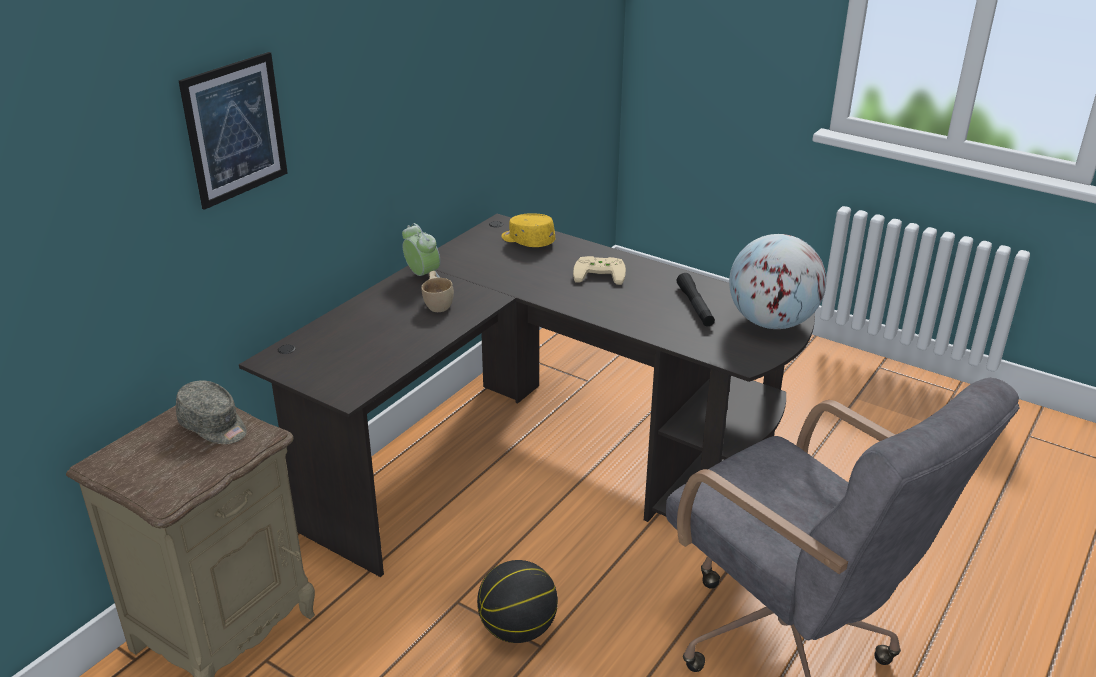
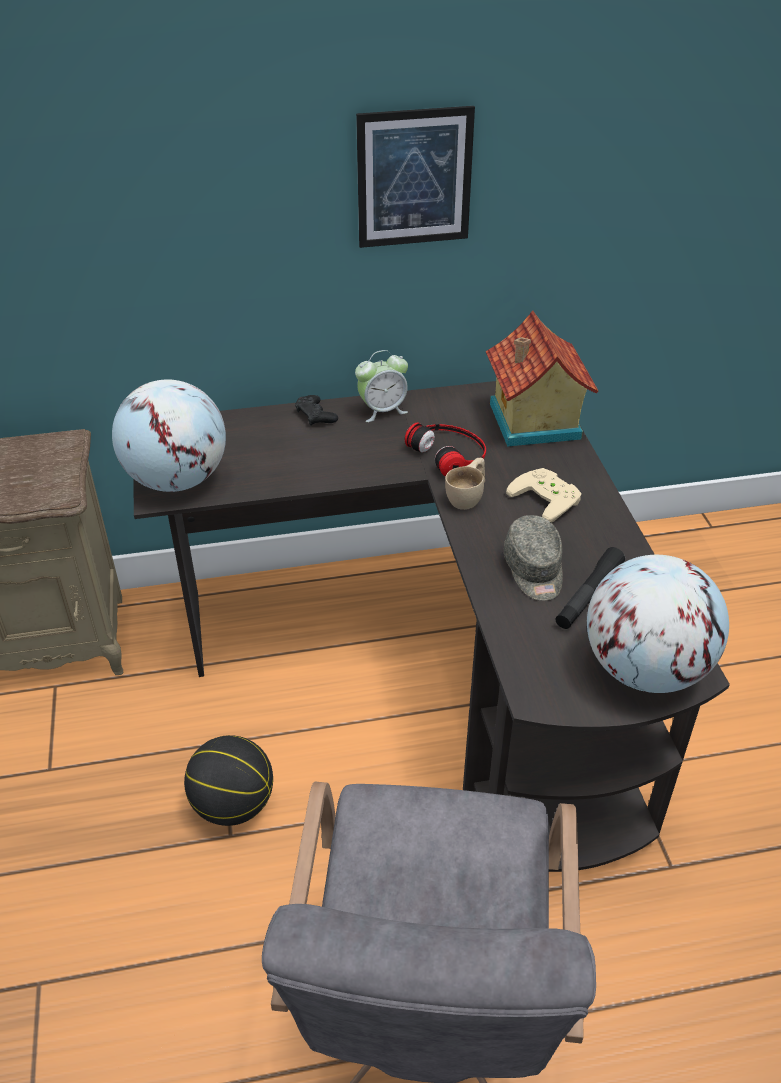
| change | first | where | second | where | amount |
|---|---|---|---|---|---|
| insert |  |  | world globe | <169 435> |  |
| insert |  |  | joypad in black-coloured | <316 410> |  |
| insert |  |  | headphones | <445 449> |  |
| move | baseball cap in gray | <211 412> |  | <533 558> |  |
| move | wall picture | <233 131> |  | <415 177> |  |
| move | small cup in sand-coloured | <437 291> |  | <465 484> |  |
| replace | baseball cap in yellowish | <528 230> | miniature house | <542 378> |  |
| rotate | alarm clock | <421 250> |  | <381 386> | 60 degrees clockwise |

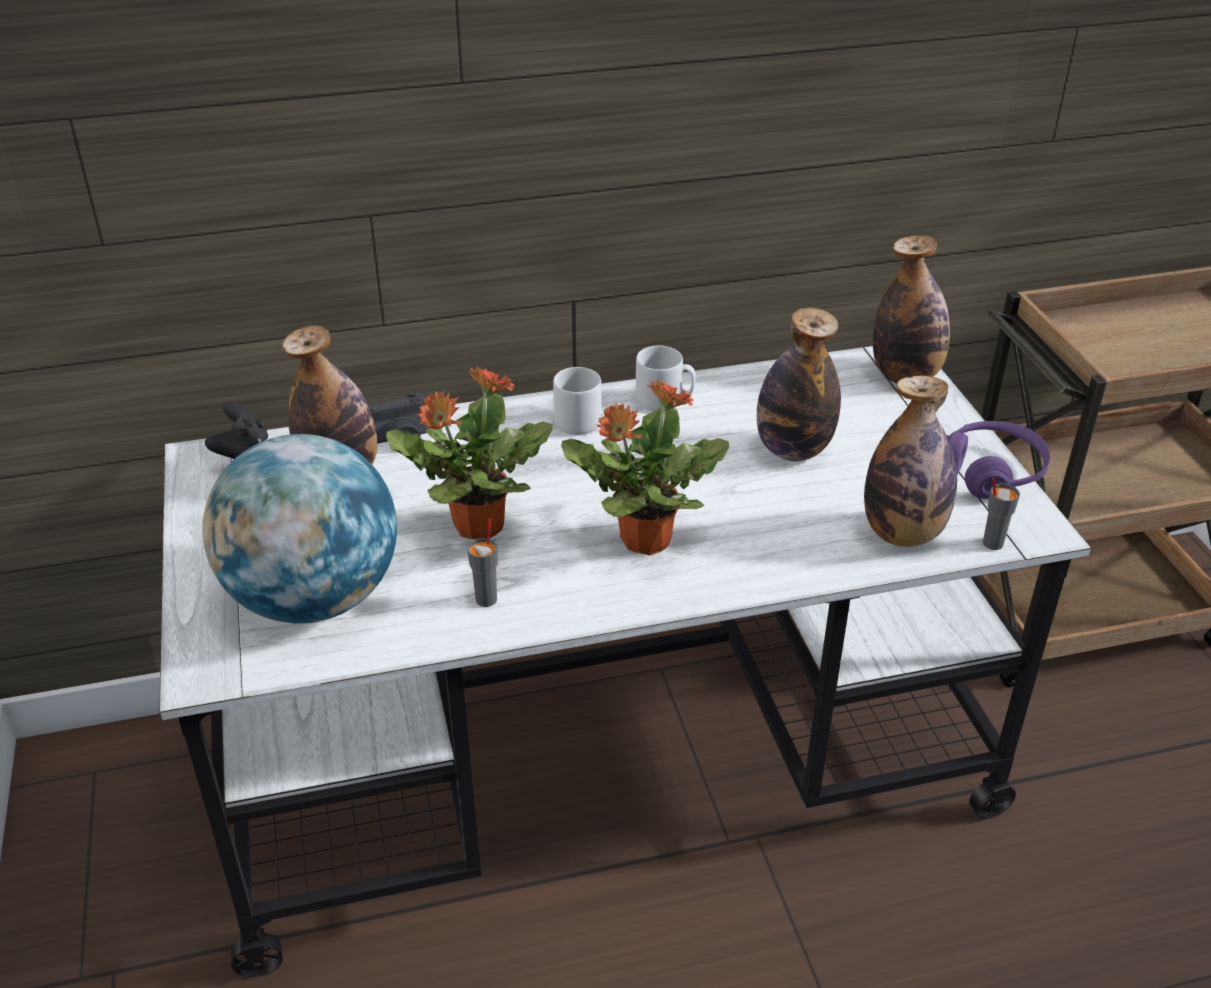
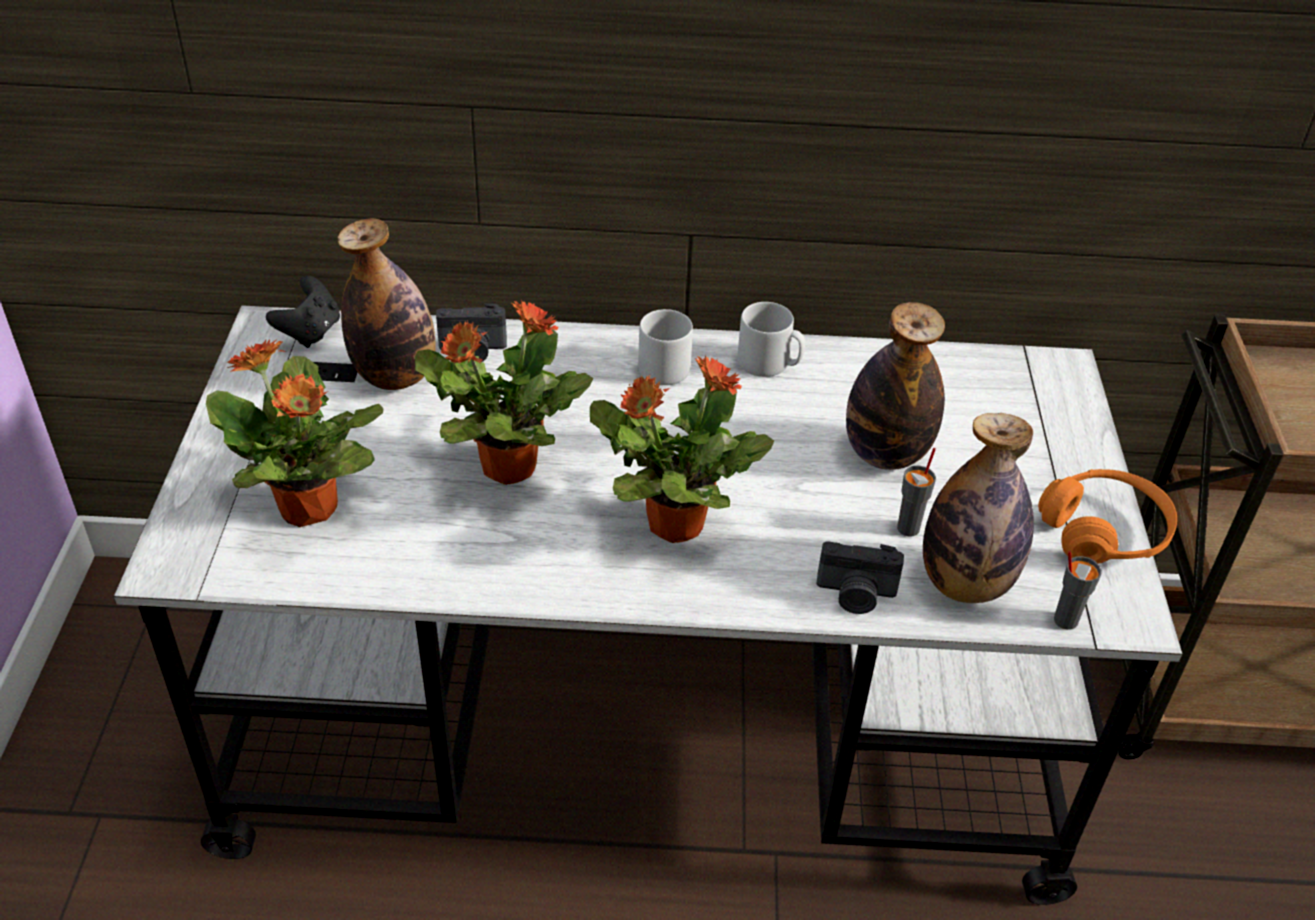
| change | first | where | second | where | amount |
|---|---|---|---|---|---|
| delete | drink bottle | <911 309> |  |  |  |
| insert |  |  | photo camera | <860 577> |  |
| move | small cup in gray | <482 562> |  | <916 492> |  |
| replace | world globe | <300 529> | houseplant | <294 433> |  |
| recolor | headphones in purple-coloured | <998 460> | headphones in orangey | <1107 516> |  |

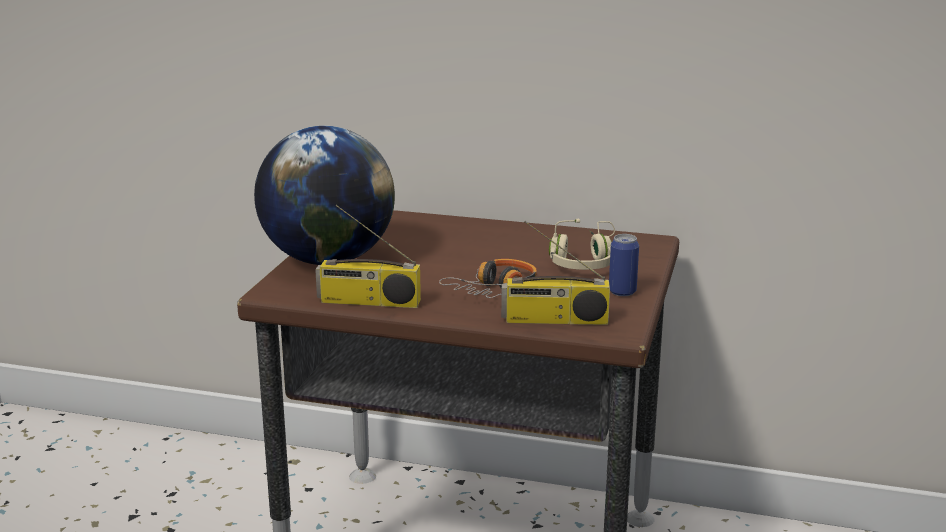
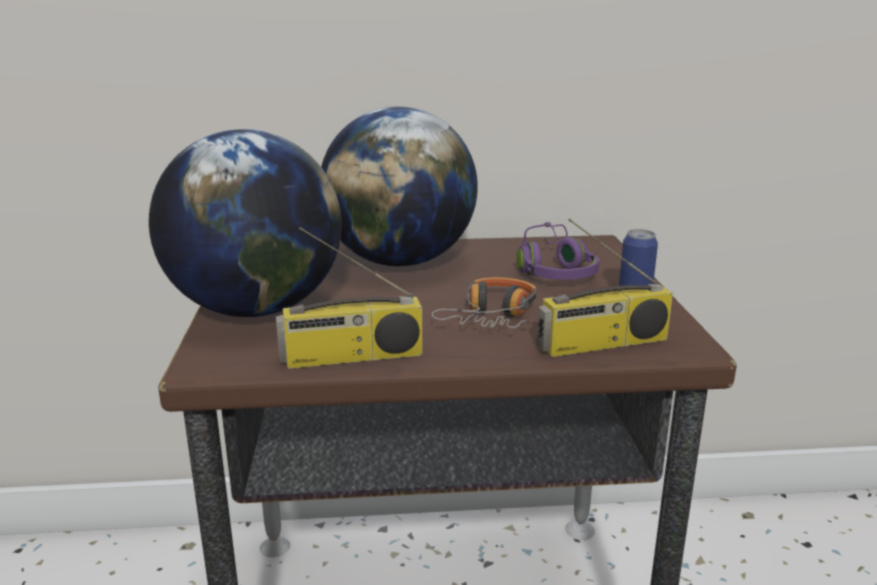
| change | first | where | second | where | amount |
|---|---|---|---|---|---|
| insert |  |  | world globe | <399 186> |  |
| recolor | headphones in sand-coloured | <582 244> | headphones in purple-coloured | <558 251> |  |

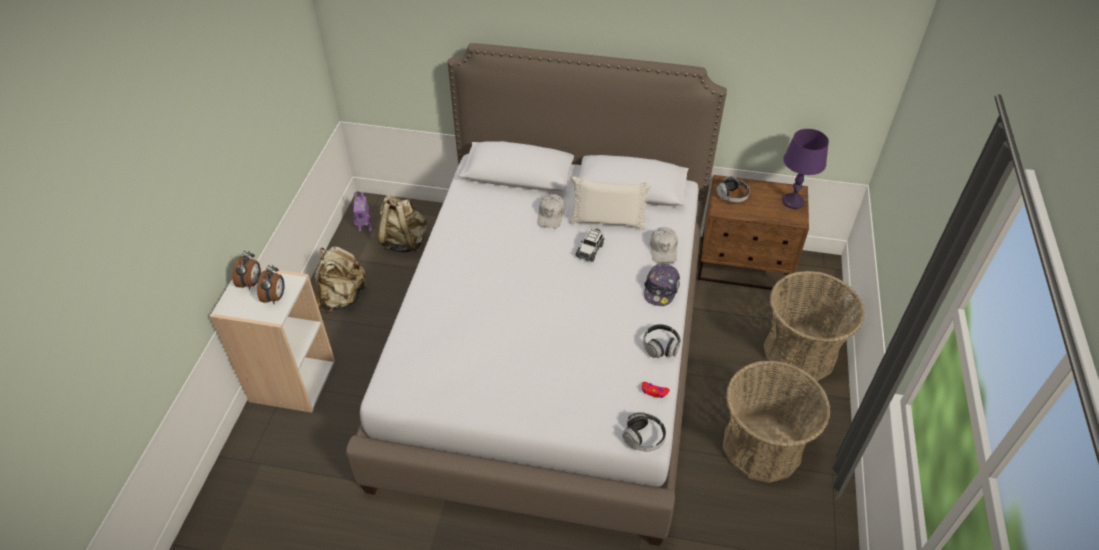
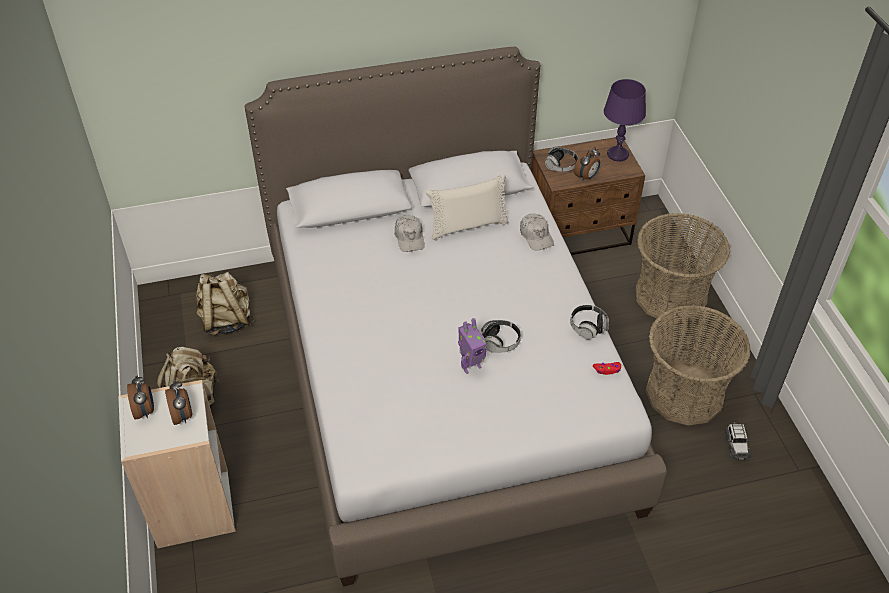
| change | first | where | second | where | amount |
|---|---|---|---|---|---|
| delete | baseball cap | <662 284> |  |  |  |
| insert |  |  | alarm clock | <587 164> |  |
| move | toy robot | <362 211> |  | <472 346> |  |
| move | toy car | <589 245> |  | <738 441> |  |
| move | headphones | <644 431> |  | <501 336> |  |

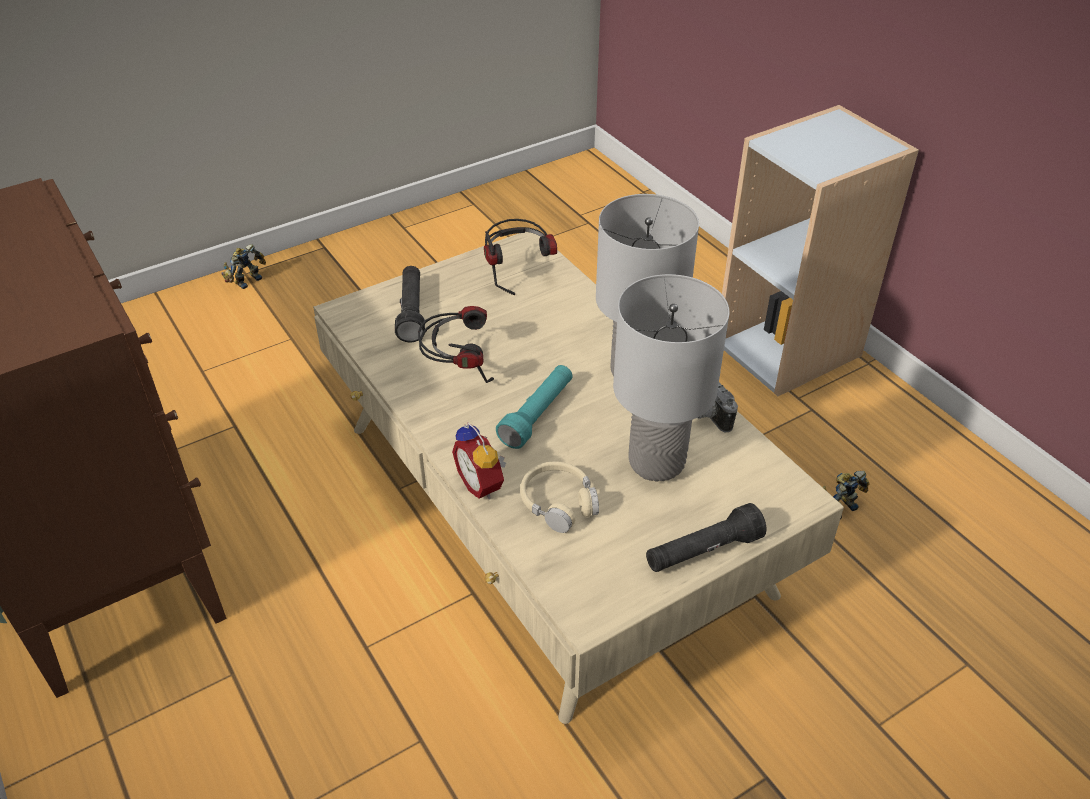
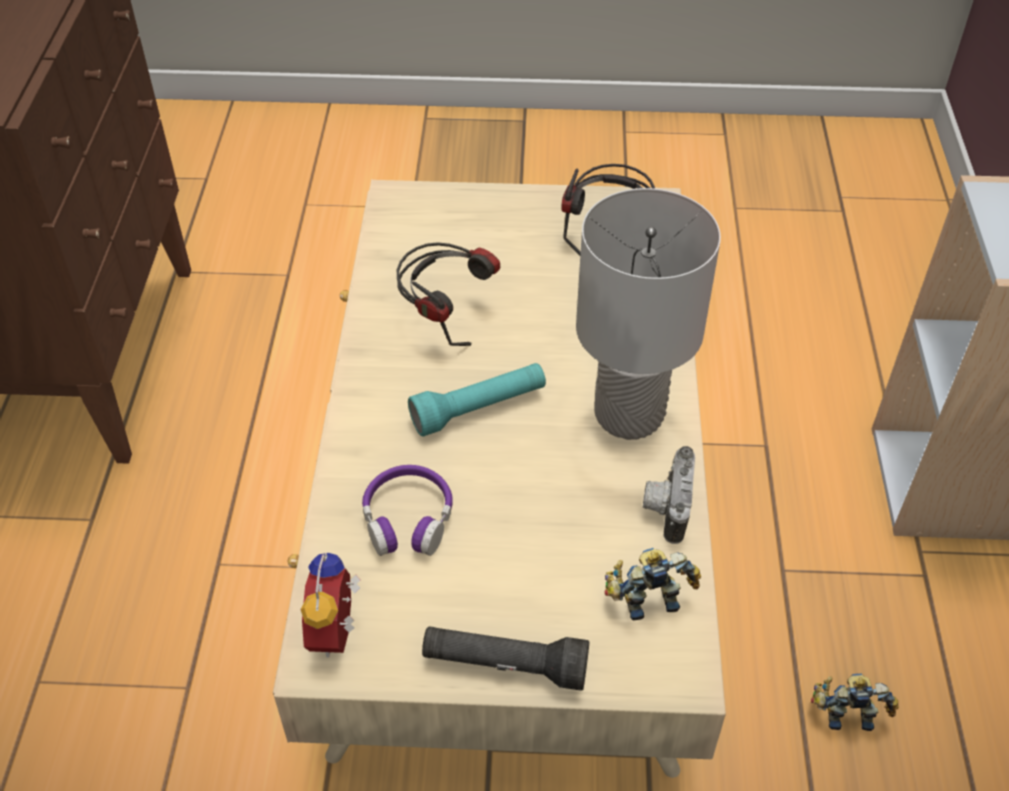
| change | first | where | second | where | amount |
|---|---|---|---|---|---|
| delete | hand torch in black-coloured | <410 304> |  |  |  |
| delete | lamp for a table in gray | <671 377> |  |  |  |
| move | toy robot | <243 266> |  | <653 584> |  |
| move | alarm clock | <479 460> |  | <330 605> |  |
| recolor | headphones in sand-coloured | <559 497> | headphones in purple-coloured | <407 510> |  |

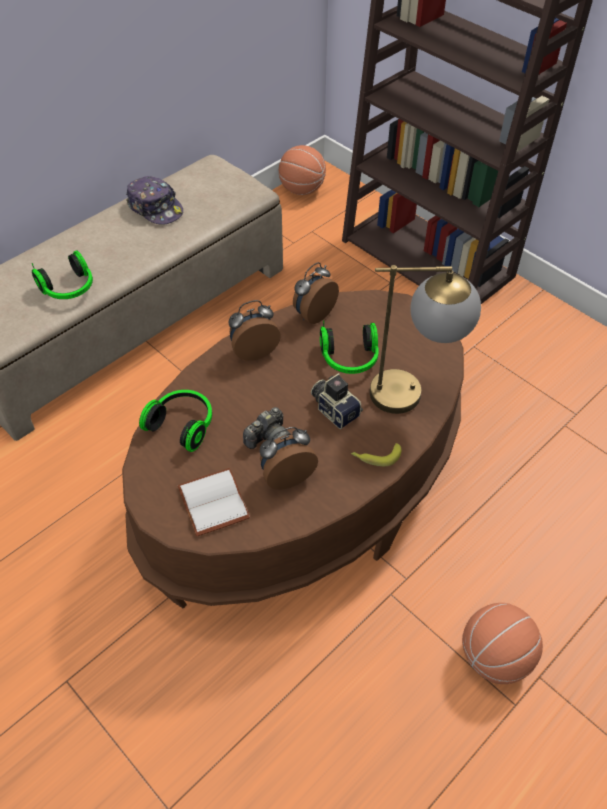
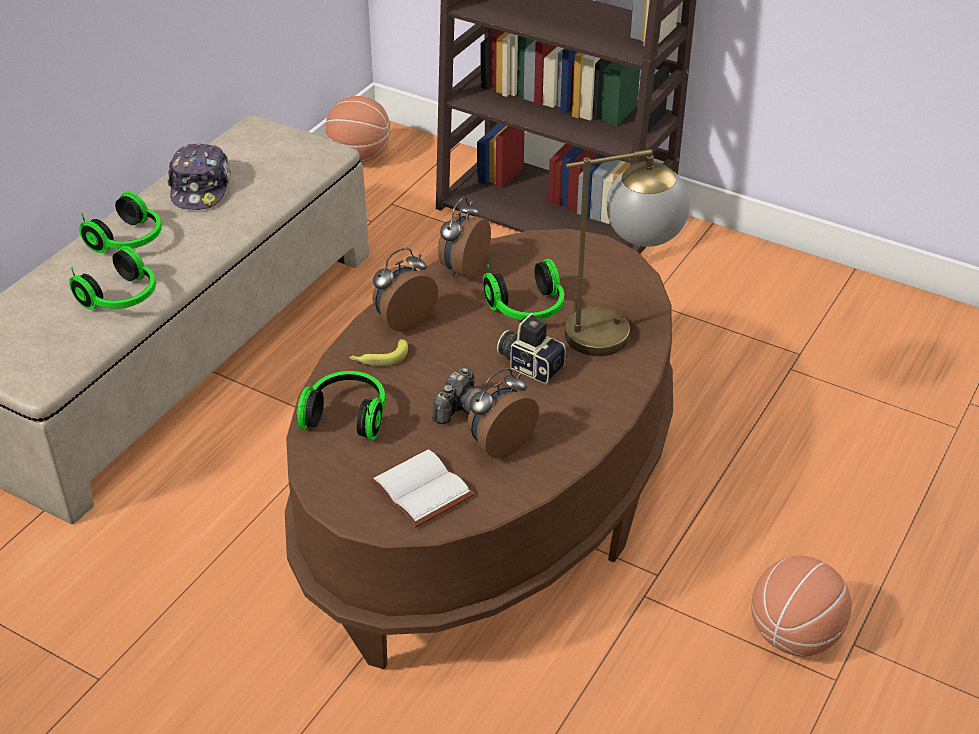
| change | first | where | second | where | amount |
|---|---|---|---|---|---|
| insert |  |  | headphones | <120 222> |  |
| move | whole banana | <376 454> |  | <378 352> |  |
| rotate | baseball cap | <154 200> |  | <199 177> | 60 degrees clockwise |

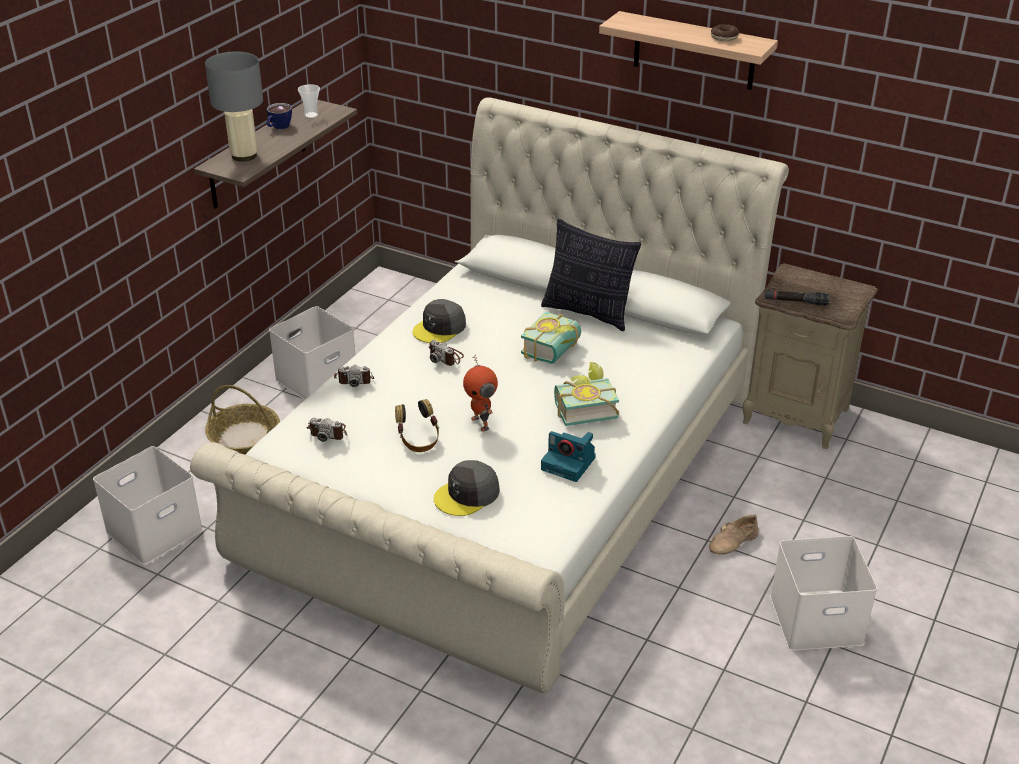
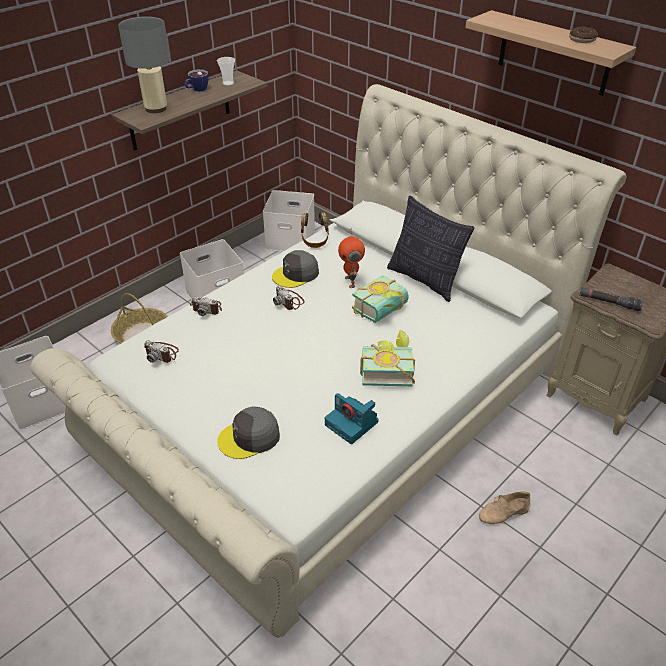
| change | first | where | second | where | amount |
|---|---|---|---|---|---|
| move | headphones | <417 425> |  | <315 230> |  |
| move | toy robot | <480 392> |  | <351 258> |  |
| move | storage box in white | <823 593> |  | <289 220> |  |

